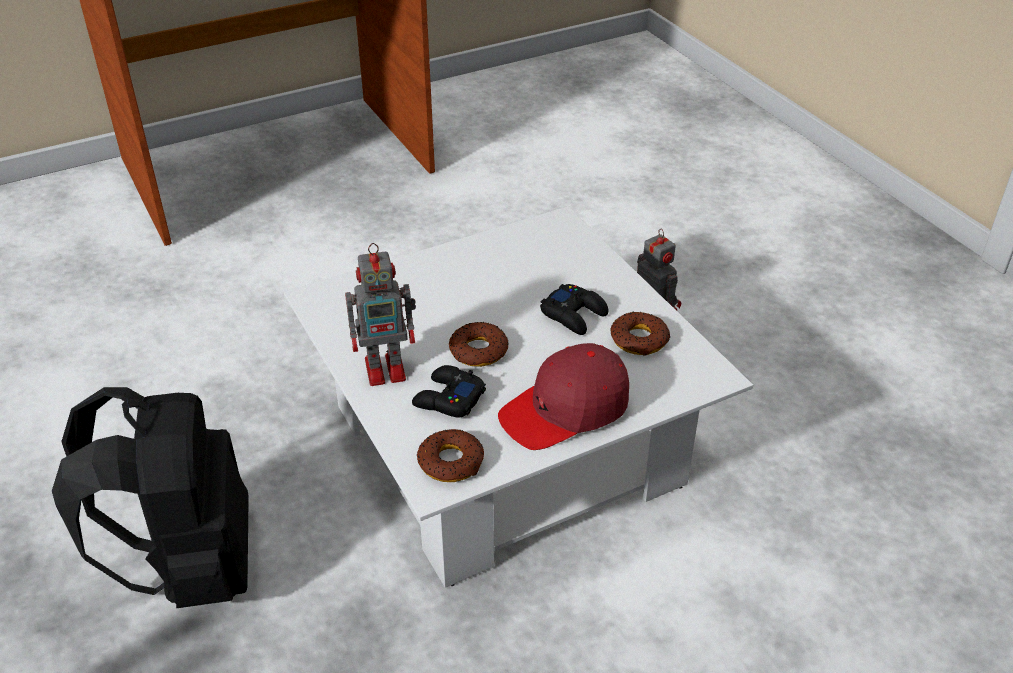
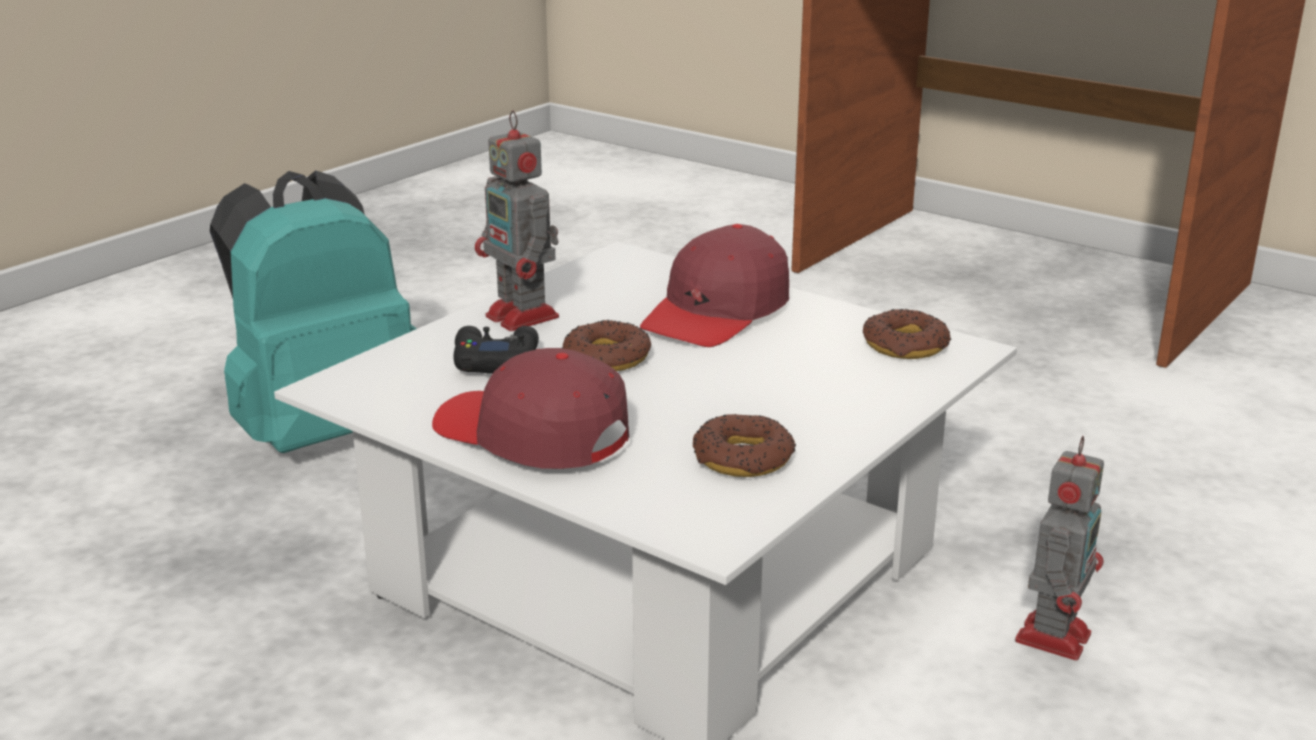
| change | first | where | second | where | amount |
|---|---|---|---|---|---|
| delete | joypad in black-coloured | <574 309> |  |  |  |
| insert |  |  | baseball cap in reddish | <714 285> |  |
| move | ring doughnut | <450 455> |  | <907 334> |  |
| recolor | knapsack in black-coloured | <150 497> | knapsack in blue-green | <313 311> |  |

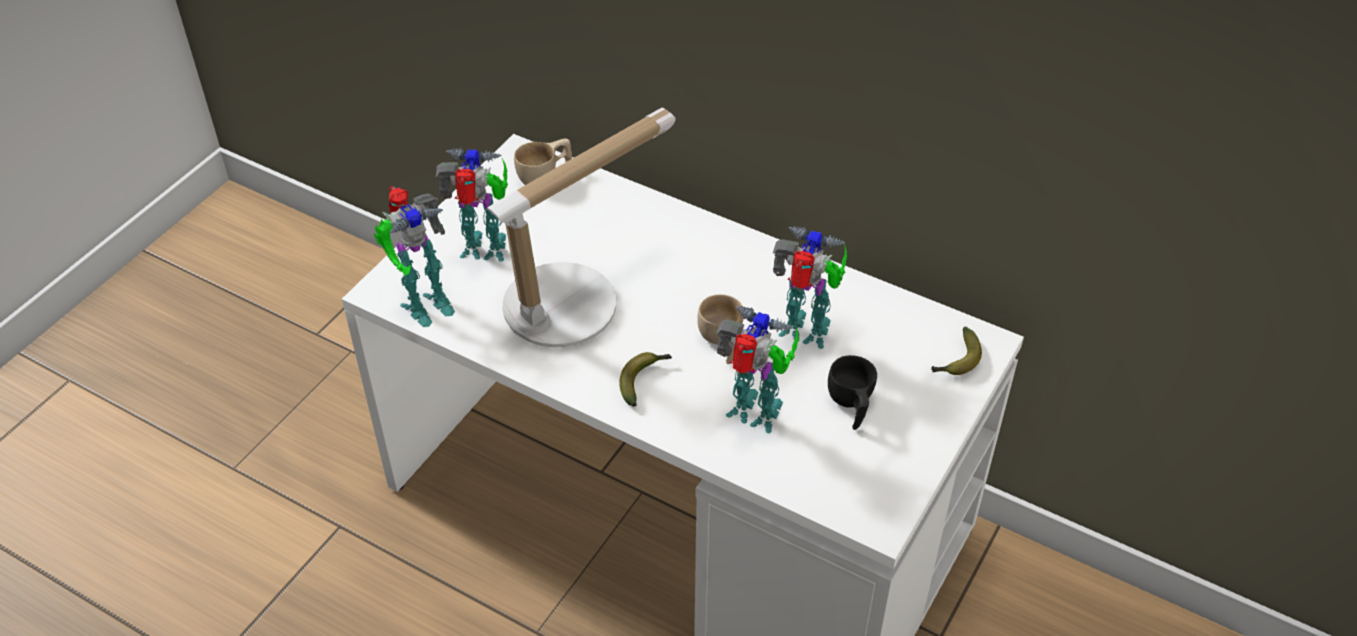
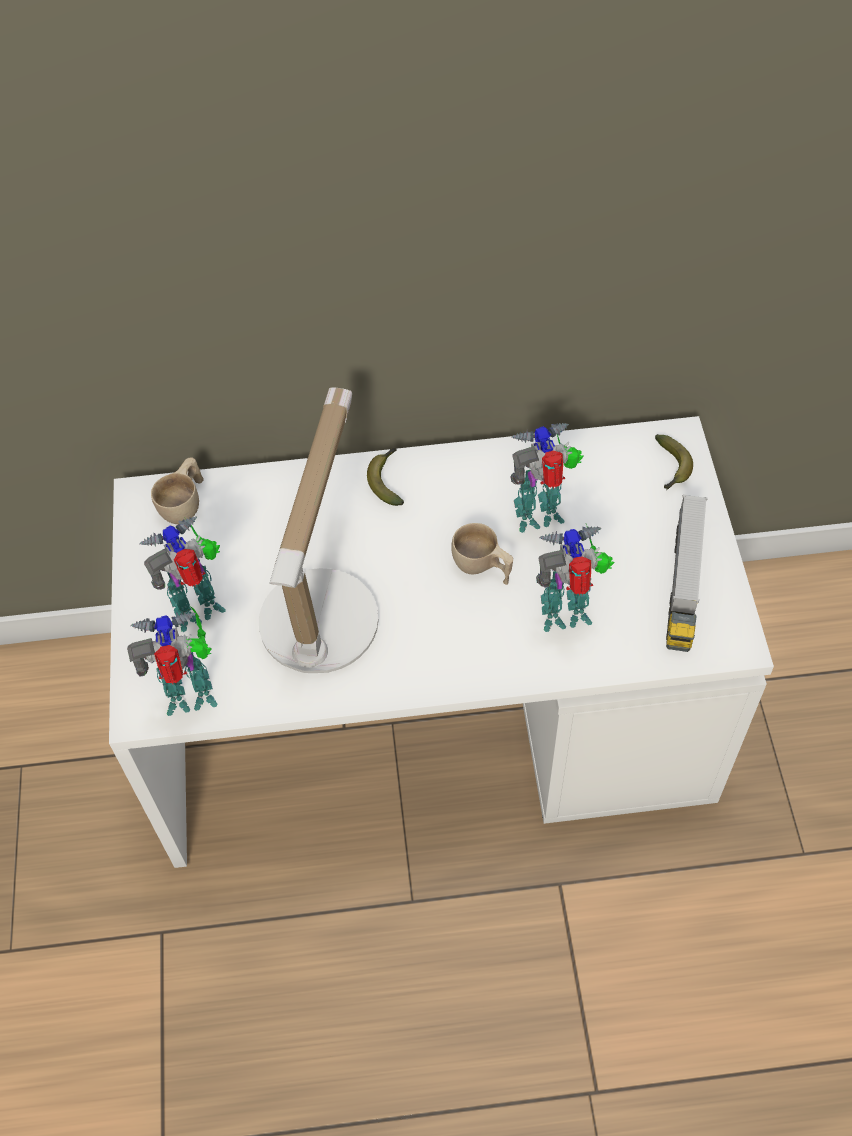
| change | first | where | second | where | amount |
|---|---|---|---|---|---|
| delete | small cup in black-coloured | <852 392> |  |  |  |
| insert |  |  | model truck | <687 573> |  |
| move | whole banana | <645 379> |  | <385 477> |  |
| rotate | toy robot | <414 256> |  | <172 661> | 120 degrees counterclockwise |

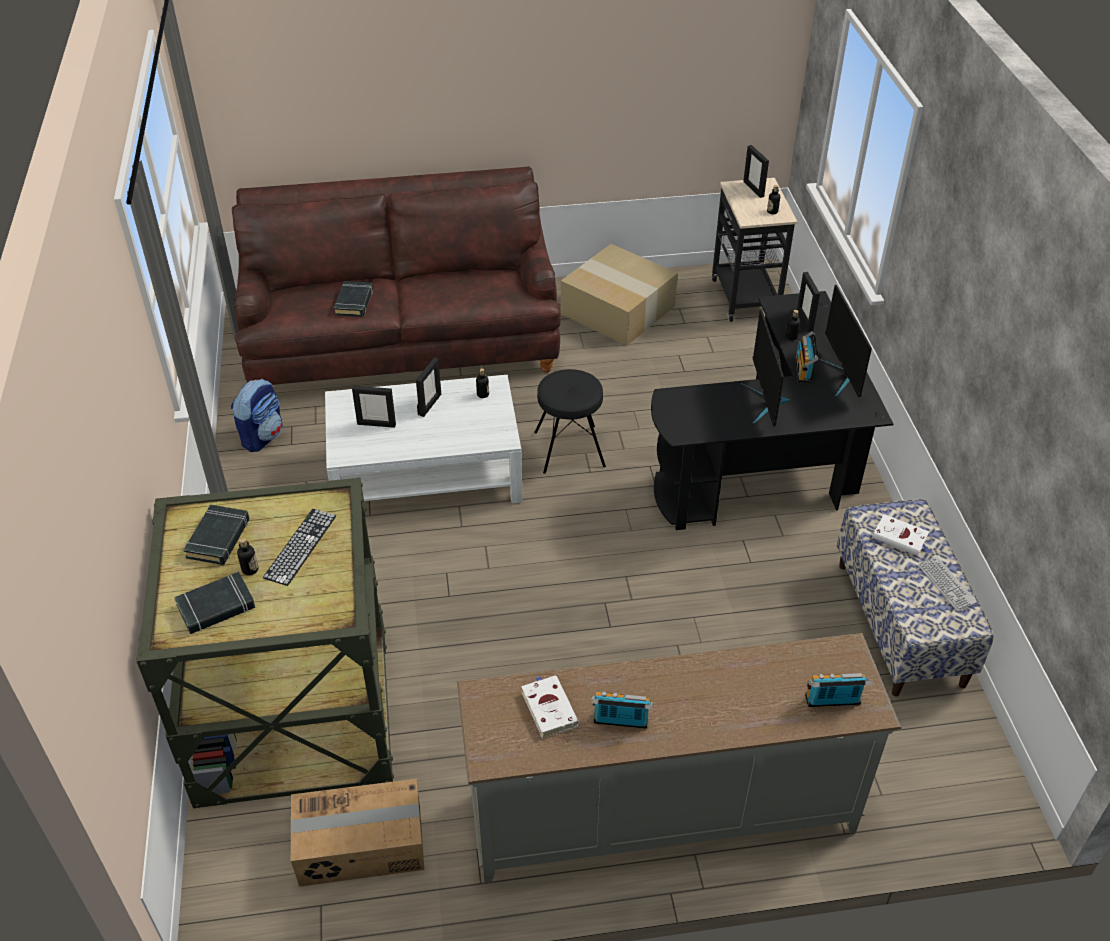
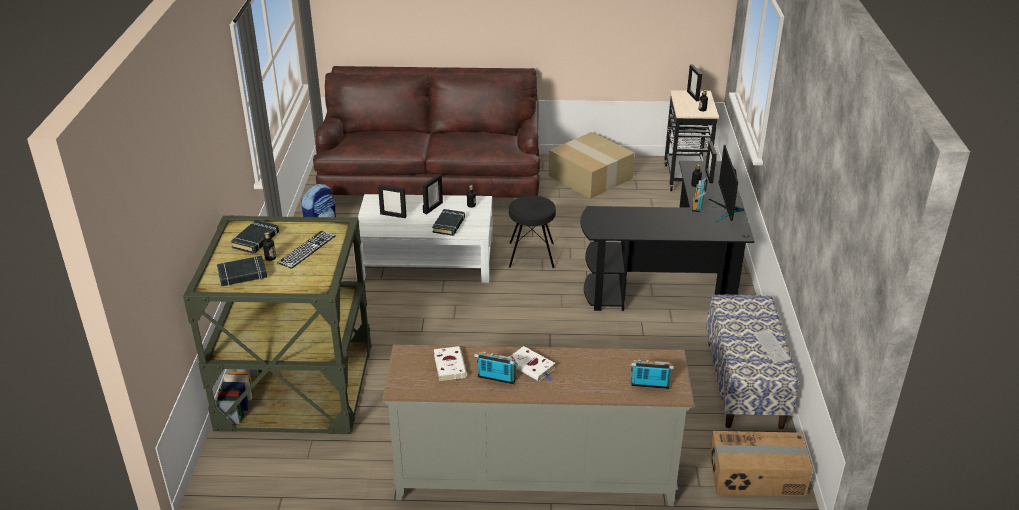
| change | first | where | second | where | amount |
|---|---|---|---|---|---|
| delete | monitor | <765 368> |  |  |  |
| move | packing box | <357 833> |  | <761 464> |  |
| move | book in black-coloured | <353 299> |  | <448 222> |  |
| move | book in white | <902 535> |  | <532 363> |  |

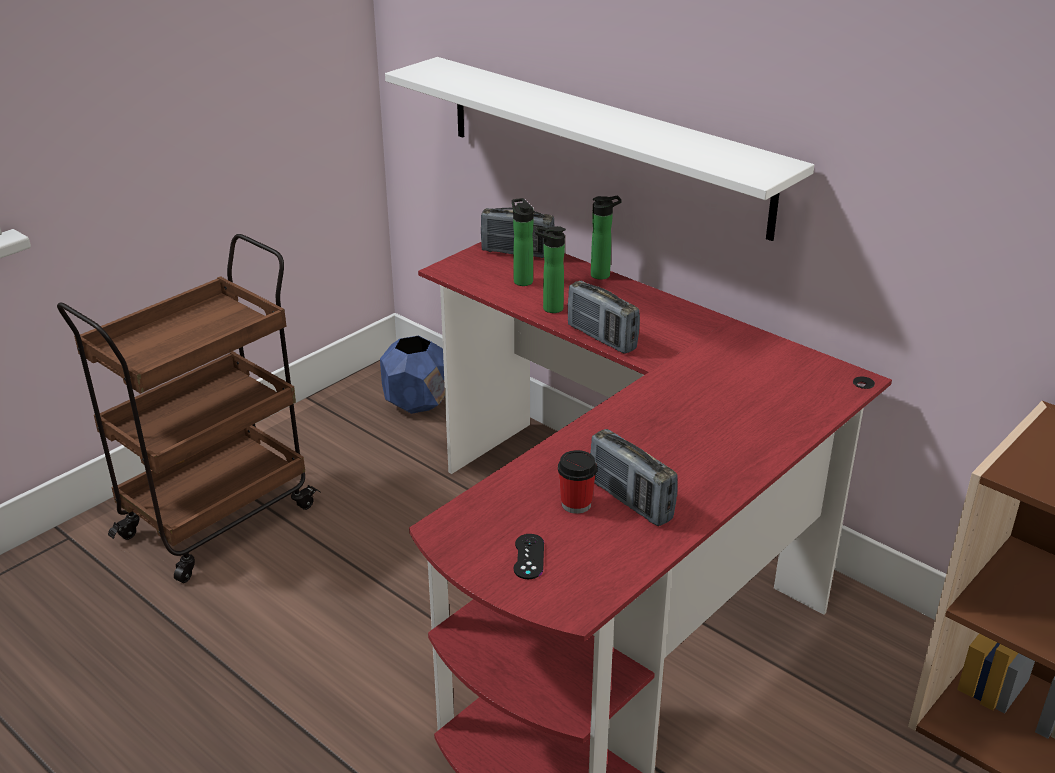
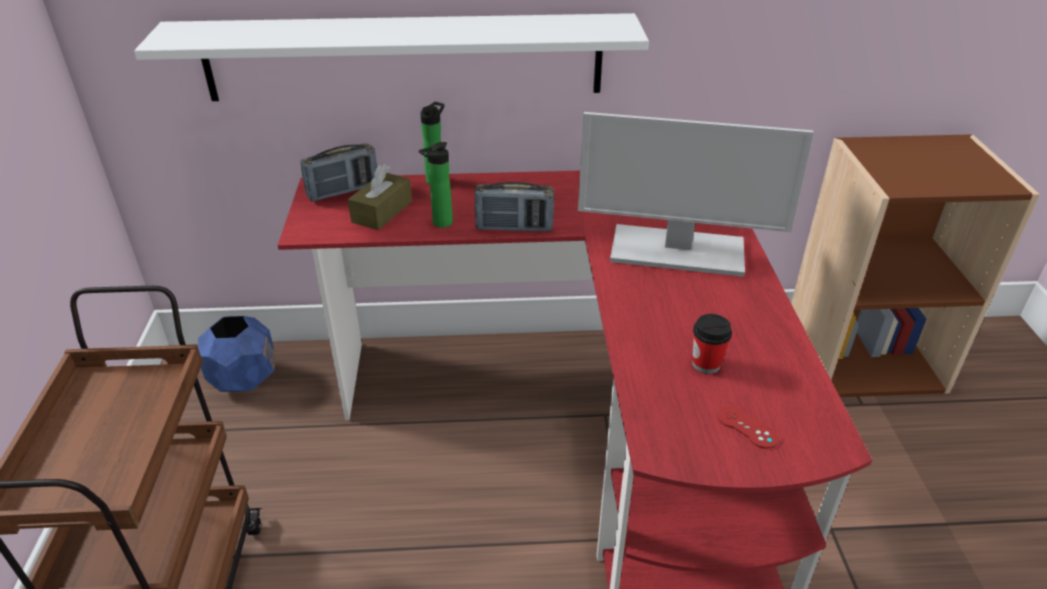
| change | first | where | second | where | amount |
|---|---|---|---|---|---|
| delete | radio set | <634 477> |  |  |  |
| insert |  |  | monitor | <696 194> |  |
| replace | drink bottle | <522 242> | box of tissues in brownish | <380 197> |  |
| recolor | joypad in black-coloured | <529 556> | joypad in reddish | <748 427> |  |

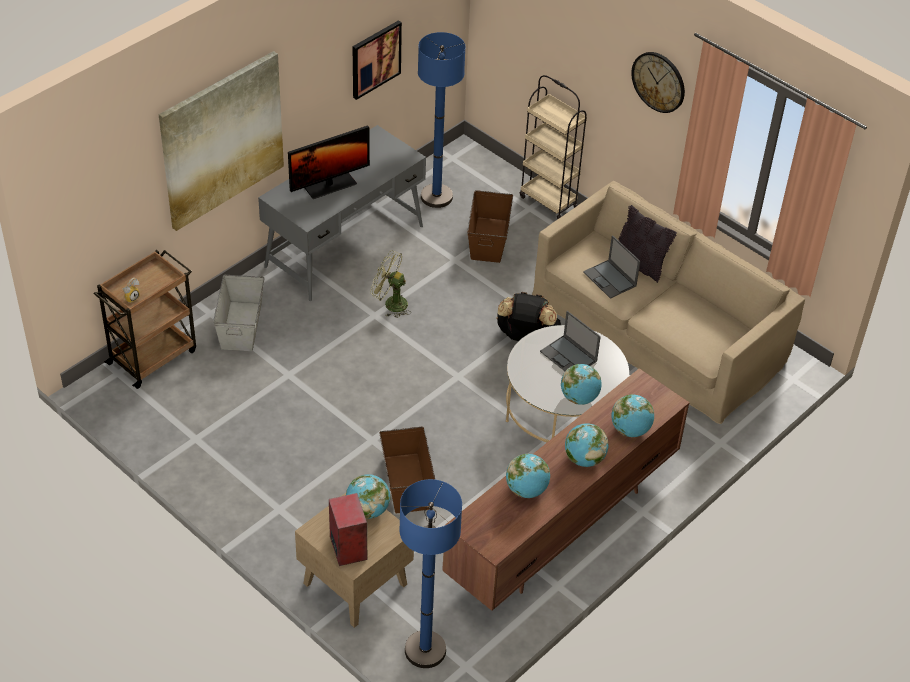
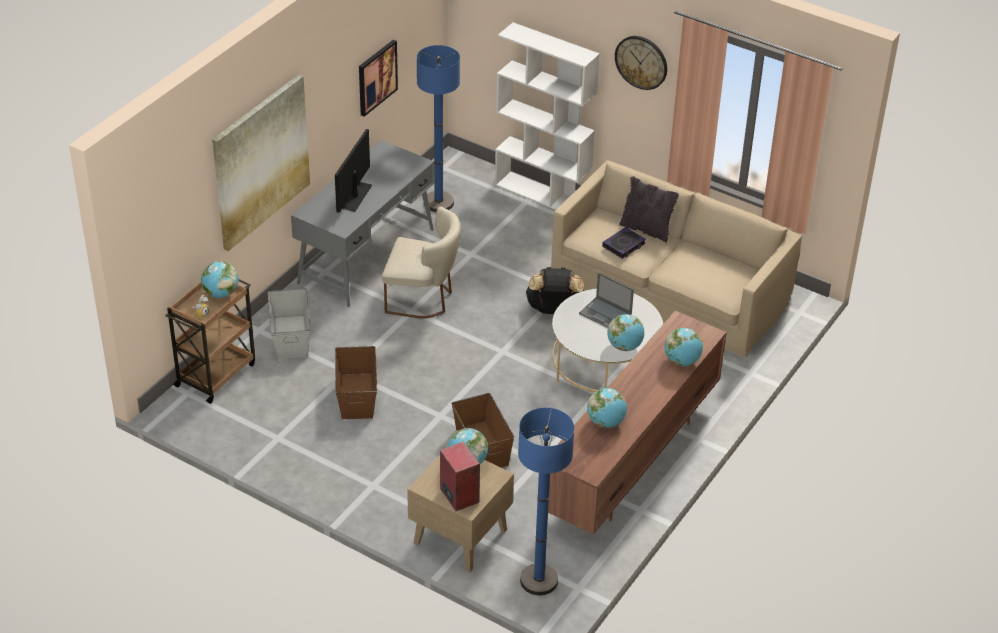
| change | first | where | second | where | amount |
|---|---|---|---|---|---|
| move | storage box in brownish | <490 226> |  | <356 382> |  |
| move | world globe | <587 445> |  | <219 279> |  |
| replace | fan in greenish | <390 284> | upright chair in sand-coloured | <421 263> |  |
| replace | trolley in sand-coloured | <553 147> | bookshelf in white | <547 116> |  |
| replace | portable computer | <611 267> | book | <624 243> |  |
| rotate | monitor | <329 162> |  | <353 171> | 150 degrees clockwise |

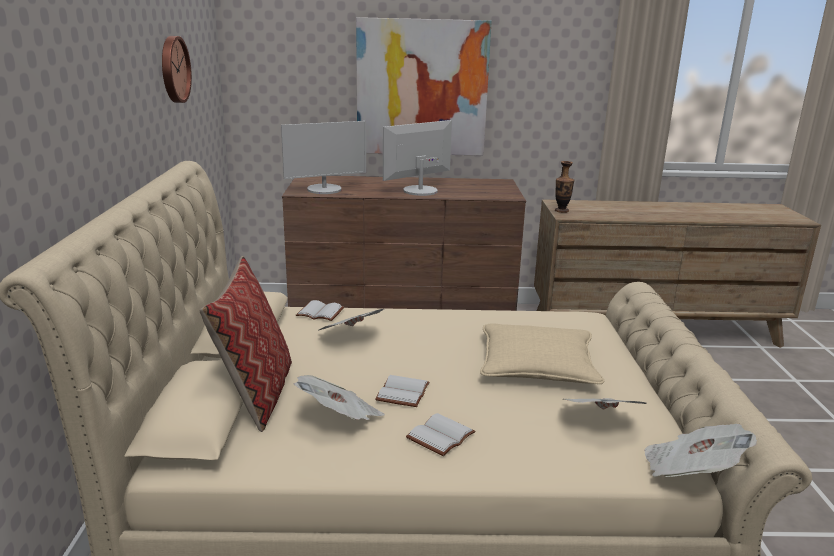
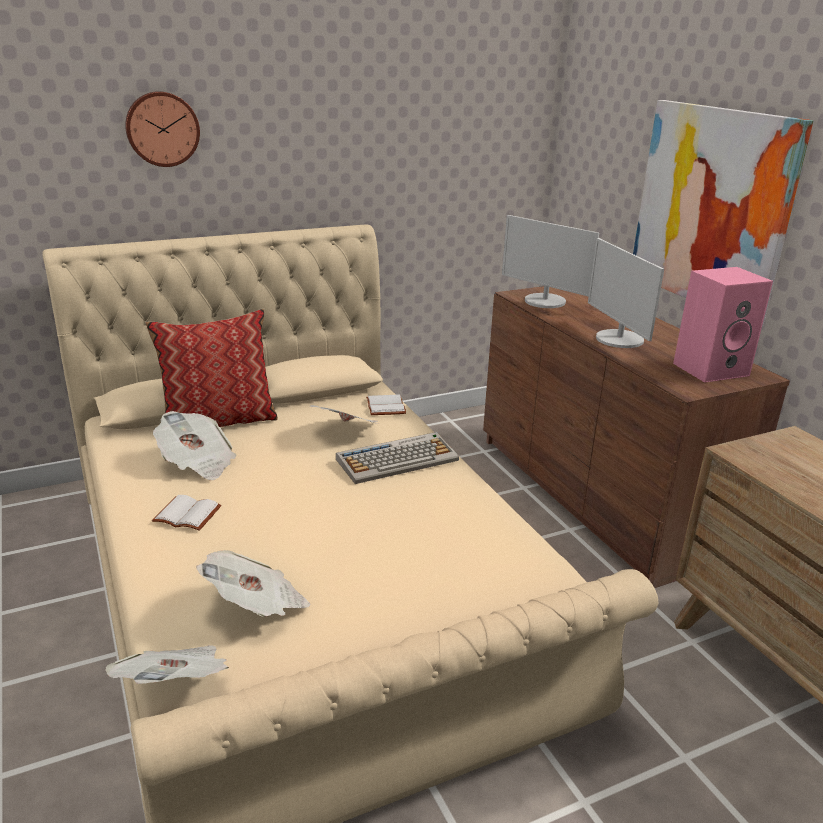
| change | first | where | second | where | amount |
|---|---|---|---|---|---|
| delete | book in white | <402 391> |  |  |  |
| delete | cushion in sand-coloured | <542 353> |  |  |  |
| delete | flower vase | <564 187> |  |  |  |
| insert |  |  | computer keyboard | <397 458> |  |
| insert |  |  | audio speaker in pink-coloured | <723 325> |  |
| move | hanging clock | <177 69> |  | <162 129> |  |
| rotate | monitor | <417 158> |  | <626 293> | 135 degrees counterclockwise |

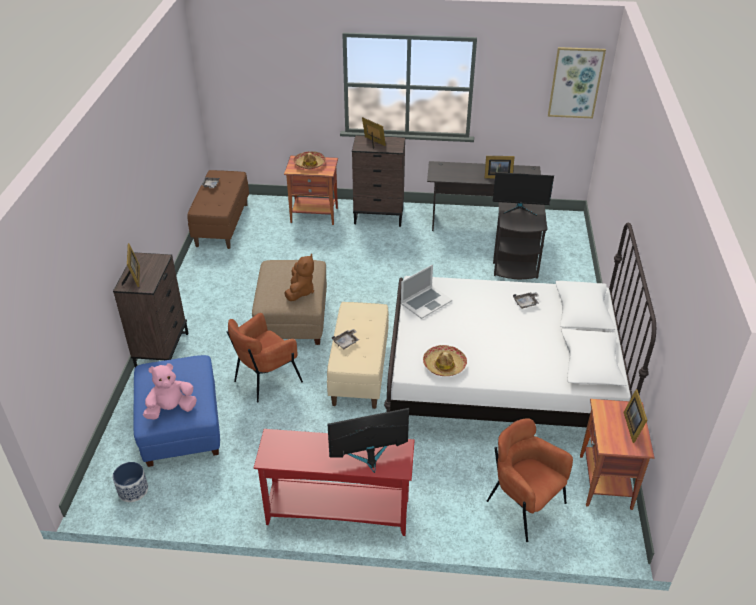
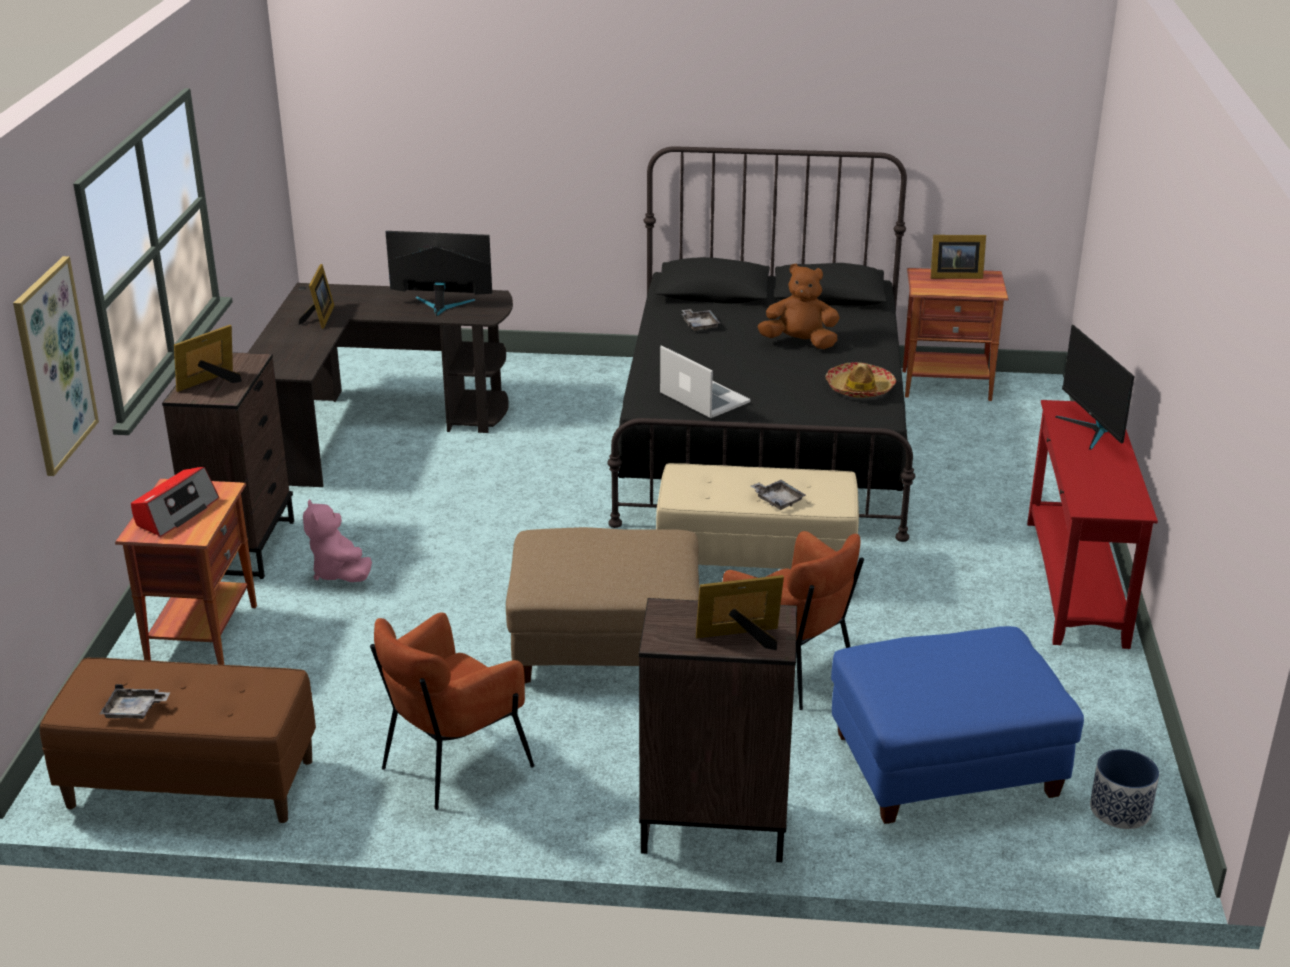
| change | first | where | second | where | amount |
|---|---|---|---|---|---|
| move | plush toy in pink-coloured | <170 391> |  | <337 540> |  |
| move | plush toy in brownish | <299 277> |  | <799 306> |  |
| move | lounge chair in brownish | <530 480> |  | <452 711> |  |
| move | wall picture | <577 82> |  | <56 366> |  |
| replace | wearable hat | <309 160> | radio set | <175 502> |  |
| recolor | bedroom bed in white | <520 325> | bedroom bed in black-coloured | <761 344> |  |
| rotate | monitor | <523 194> |  | <438 273> | 90 degrees counterclockwise |

